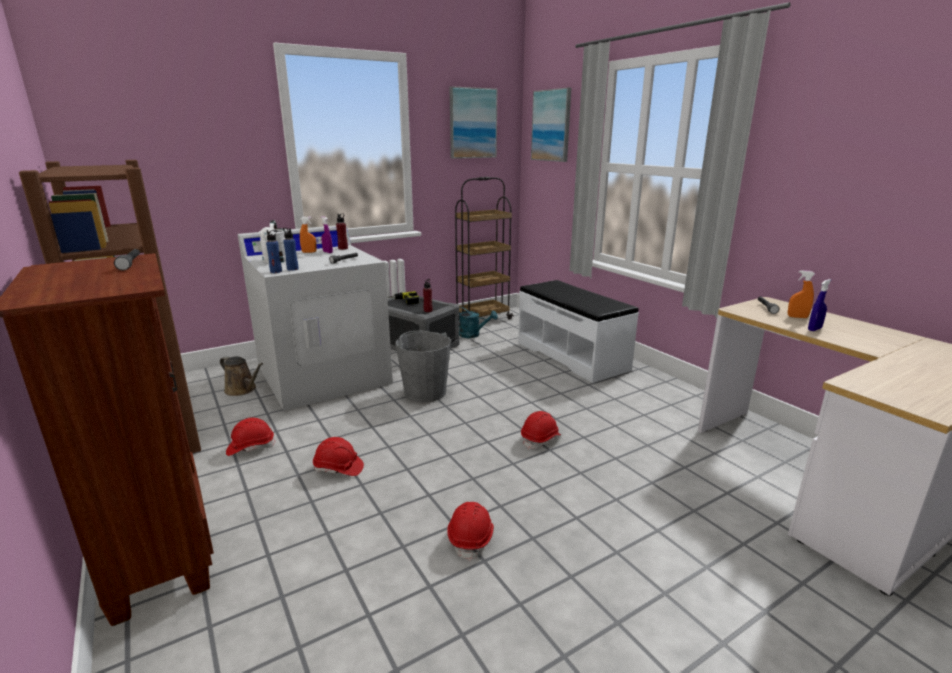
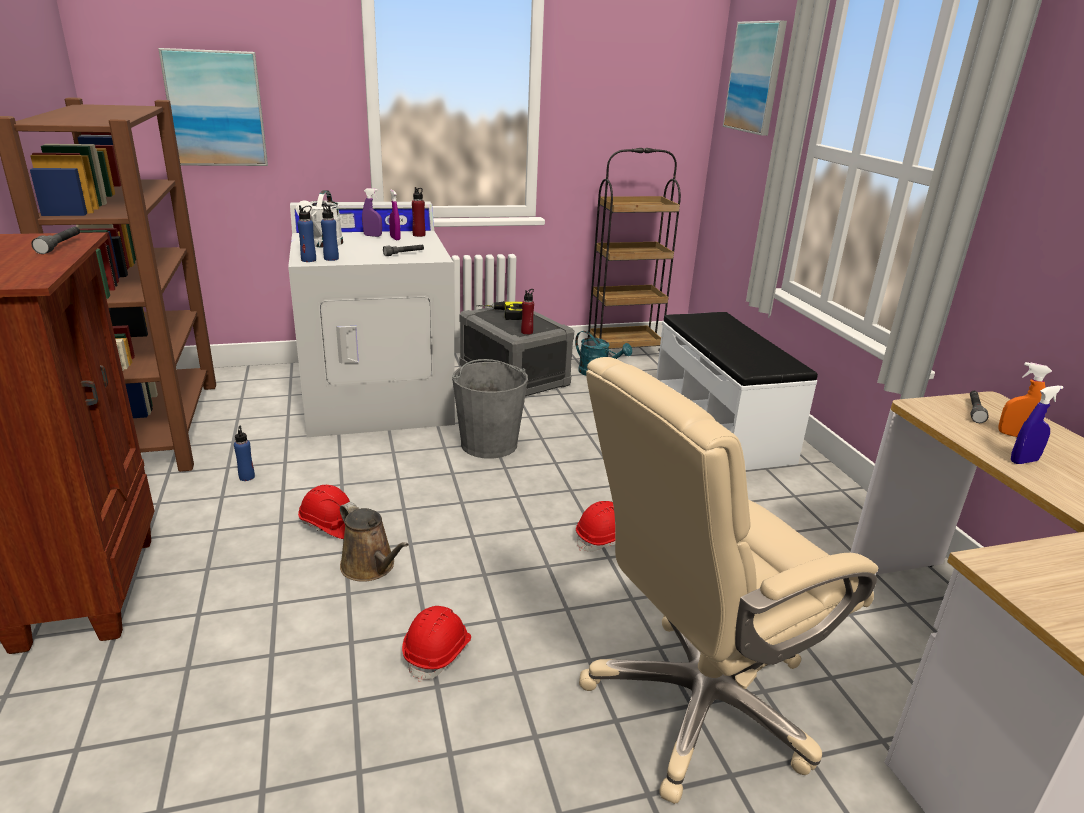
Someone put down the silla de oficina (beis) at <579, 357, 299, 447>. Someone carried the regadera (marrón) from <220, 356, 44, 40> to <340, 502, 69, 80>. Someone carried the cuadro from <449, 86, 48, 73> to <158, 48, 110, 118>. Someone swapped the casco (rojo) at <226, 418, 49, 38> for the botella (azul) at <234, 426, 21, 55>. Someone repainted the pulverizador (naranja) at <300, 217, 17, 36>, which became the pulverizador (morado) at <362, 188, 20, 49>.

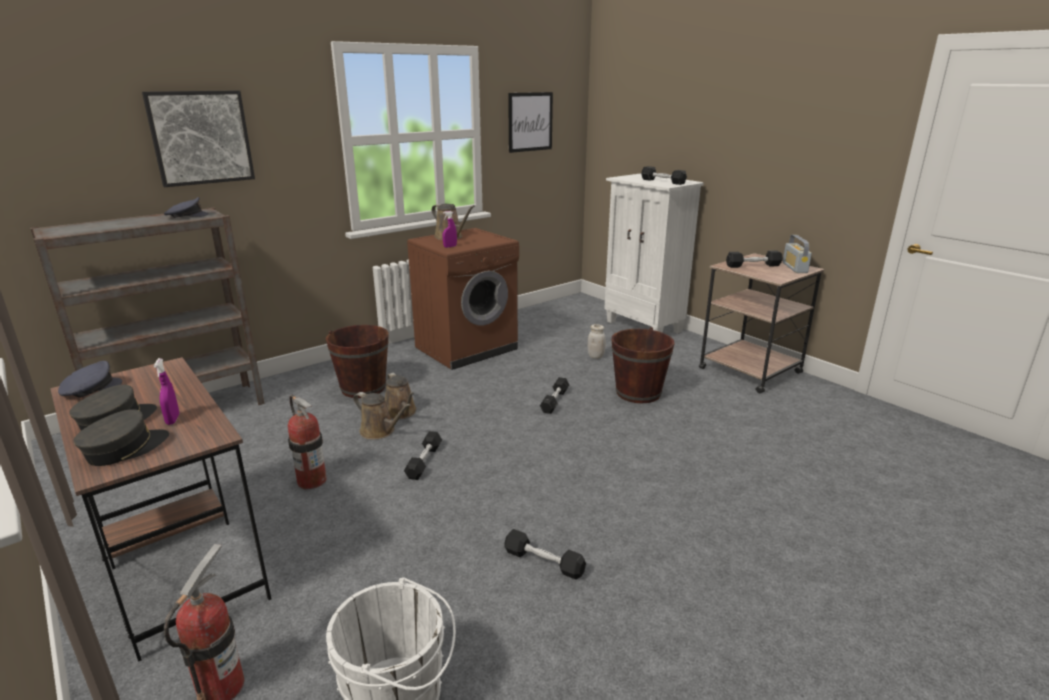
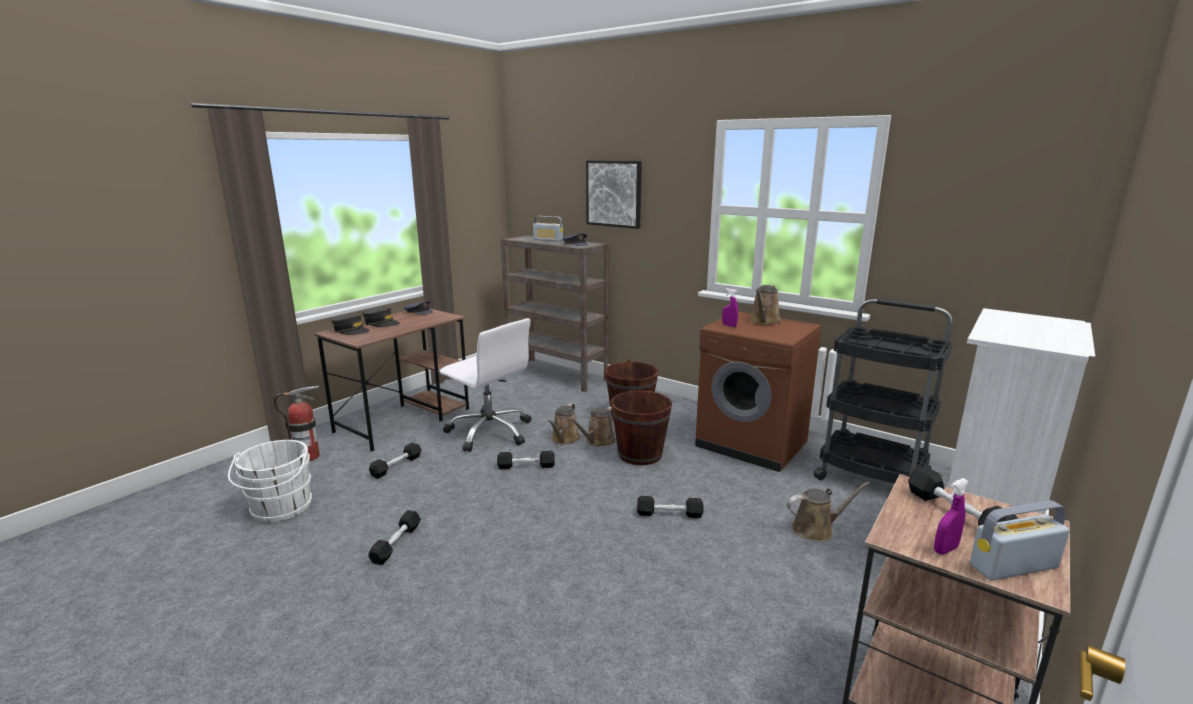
Someone took away the cuadro at <508, 92, 45, 61>. Someone put down the radio at <533, 216, 30, 26>. Someone put down the carrito (negro) at <814, 299, 139, 184>. Someone carried the pulverizador (morado) from <154, 358, 25, 67> to <934, 478, 35, 77>. Someone carried the cubo (marrón) from <612, 327, 62, 76> to <611, 391, 61, 74>. Someone carried the mancuerna (negro) from <641, 166, 46, 19> to <369, 442, 52, 37>. Someone swapped the extintor at <288, 395, 39, 94> for the silla de oficina (blanco) at <439, 318, 92, 134>. Someone swapped the tarro (blanco) at <588, 324, 18, 35> for the regadera (marrón) at <787, 482, 83, 60>.

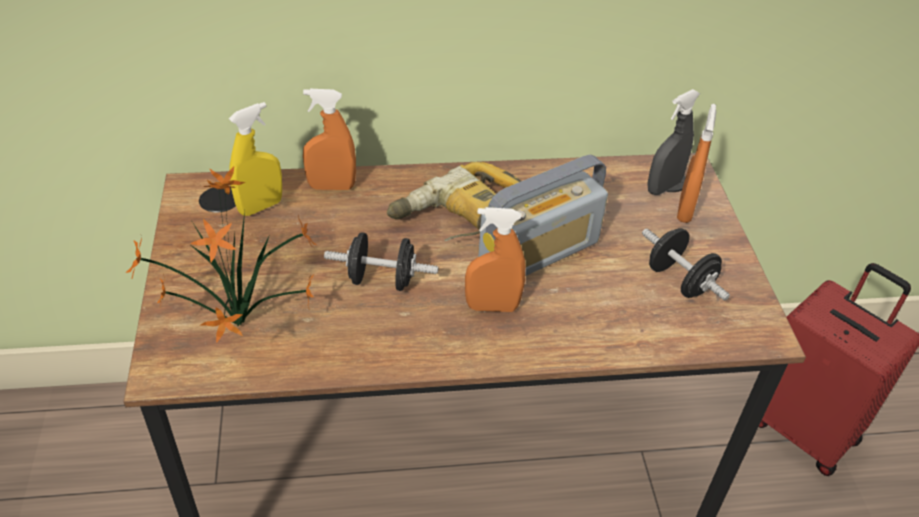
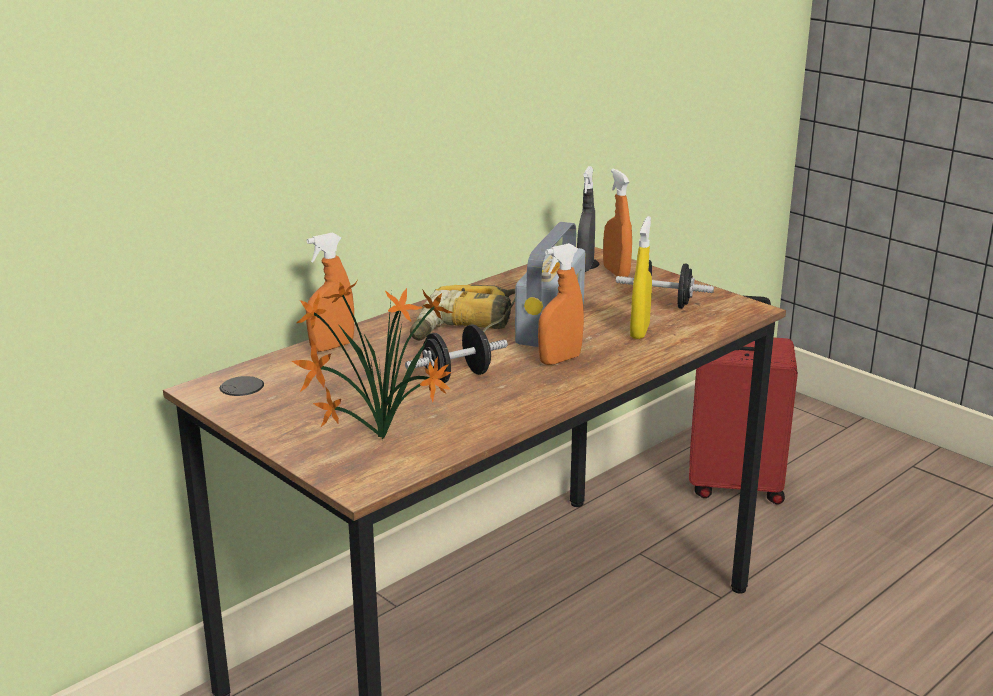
Someone carried the pulverizador (amarillo) from <229, 102, 53, 114> to <630, 216, 22, 123>.

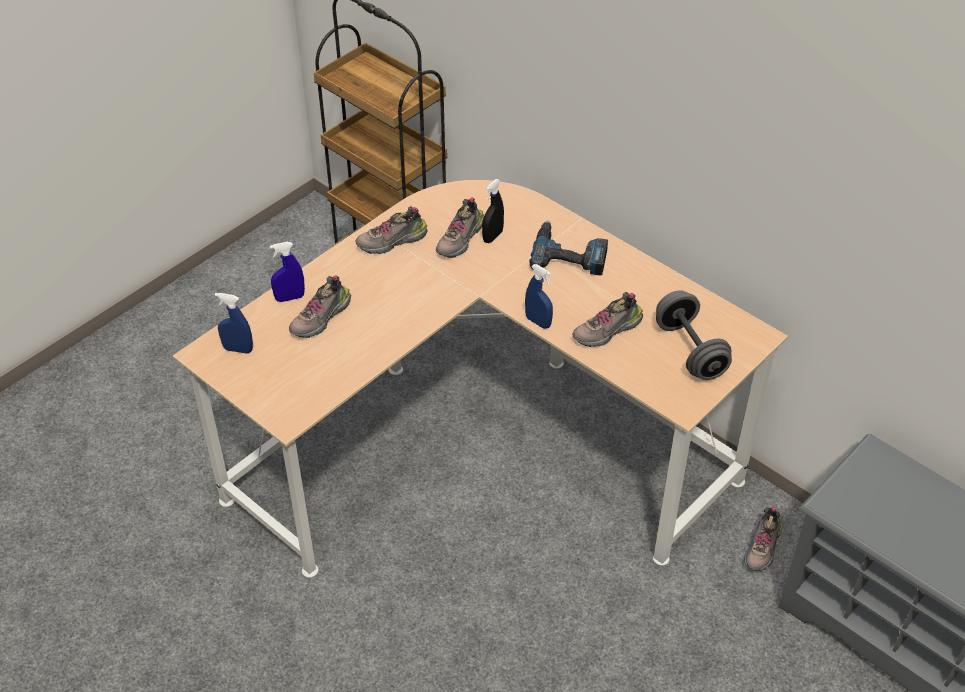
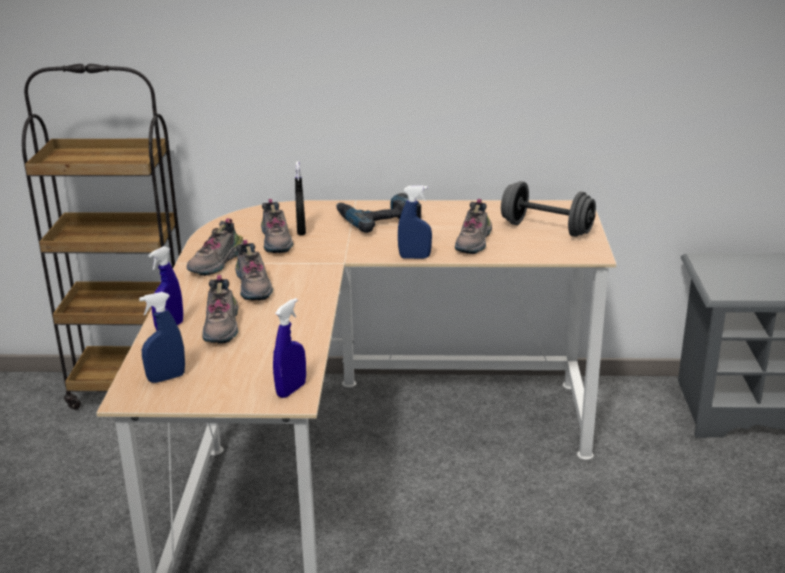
Someone put down the pulverizador (azul) at <273, 298, 33, 100>. Someone carried the zapato from <744, 506, 38, 65> to <235, 240, 38, 61>.

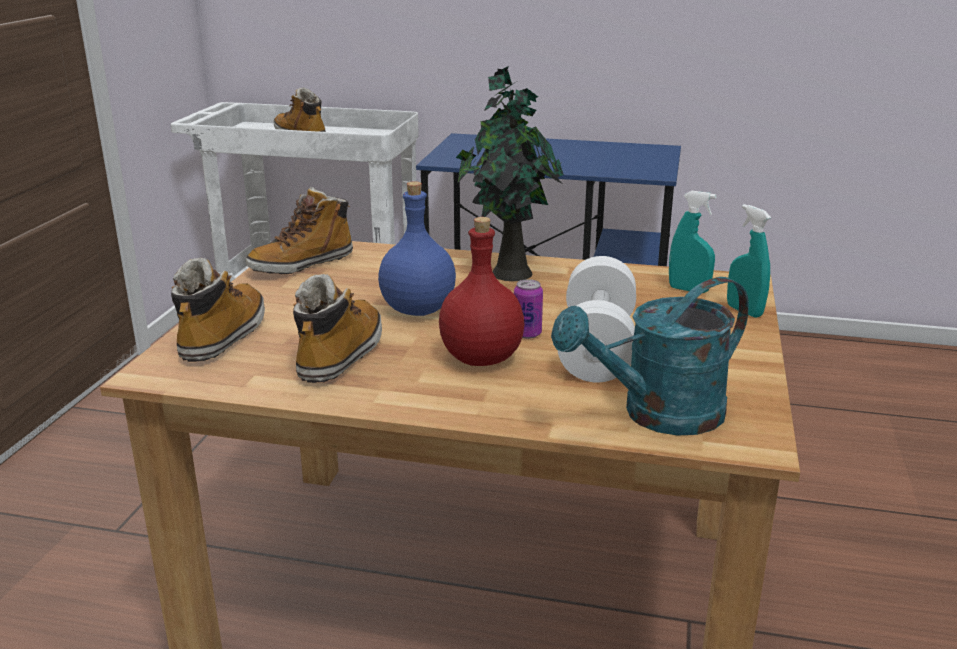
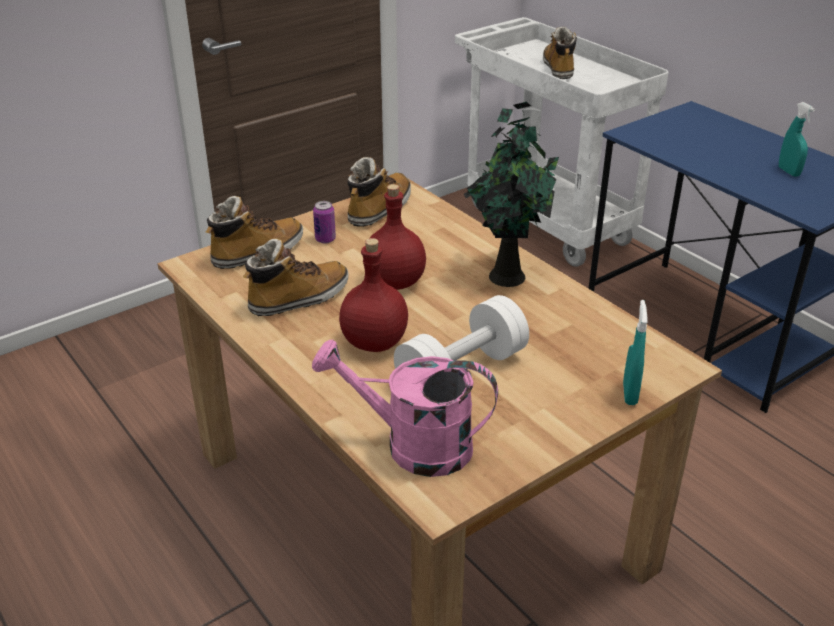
Someone carried the lata from <514, 279, 29, 60> to <313, 201, 23, 43>. Someone carried the pulverizador (turquesa) from <669, 191, 48, 102> to <779, 102, 36, 75>. Someone repainted the botella (azul) at <378, 181, 78, 135>, which became the botella (rojo) at <365, 184, 61, 106>. Someone repainted the regadera (turquesa) at <551, 277, 198, 159>, which became the regadera (rosa) at <312, 339, 186, 138>. Someone rotated the bota at <245, 187, 108, 87> by 120 degrees clockwise.

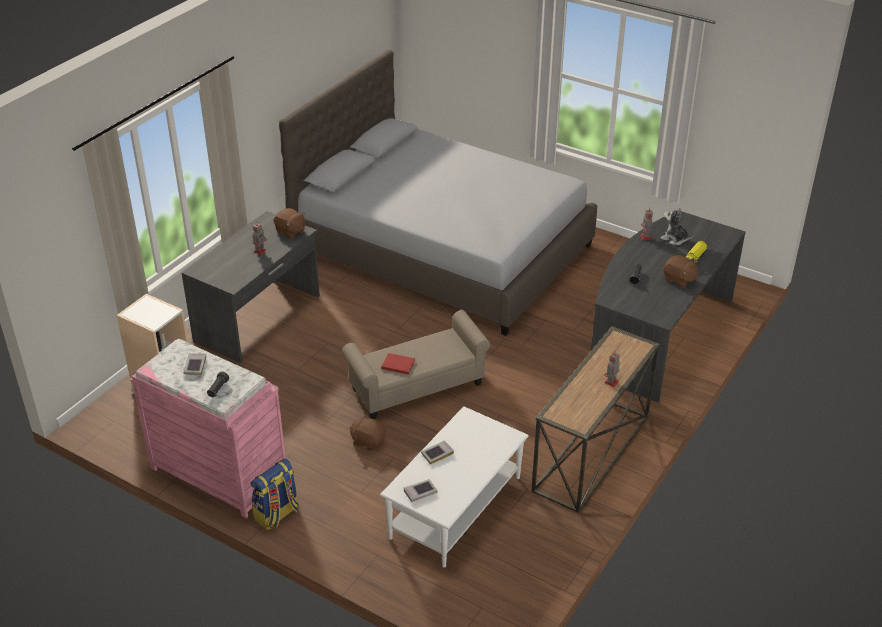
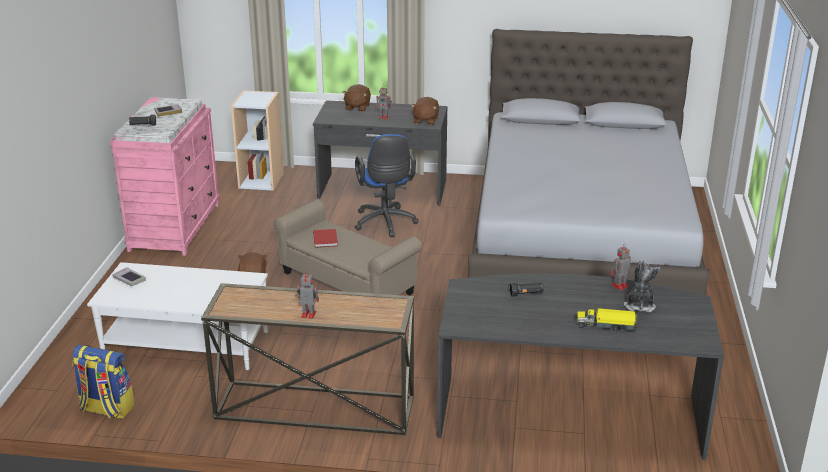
Someone took away the libro at <421, 441, 33, 24>. Someone put down the silla de oficina (azul) at <355, 134, 64, 103>. Someone carried the mochila from <251, 459, 48, 71> to <72, 345, 63, 74>. Someone carried the peluche (marrón) from <664, 255, 34, 33> to <342, 84, 29, 28>.

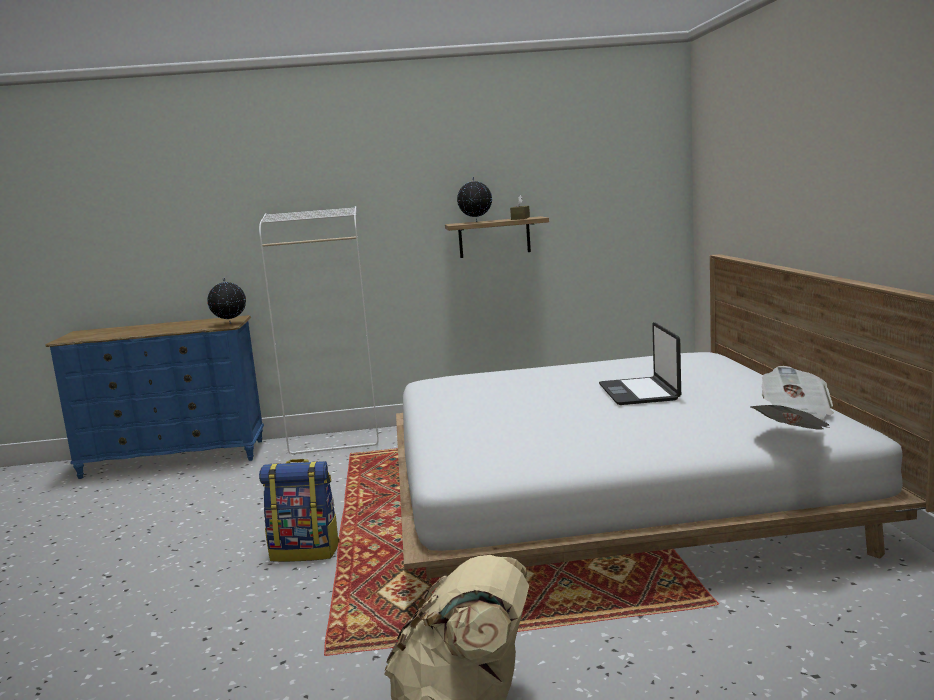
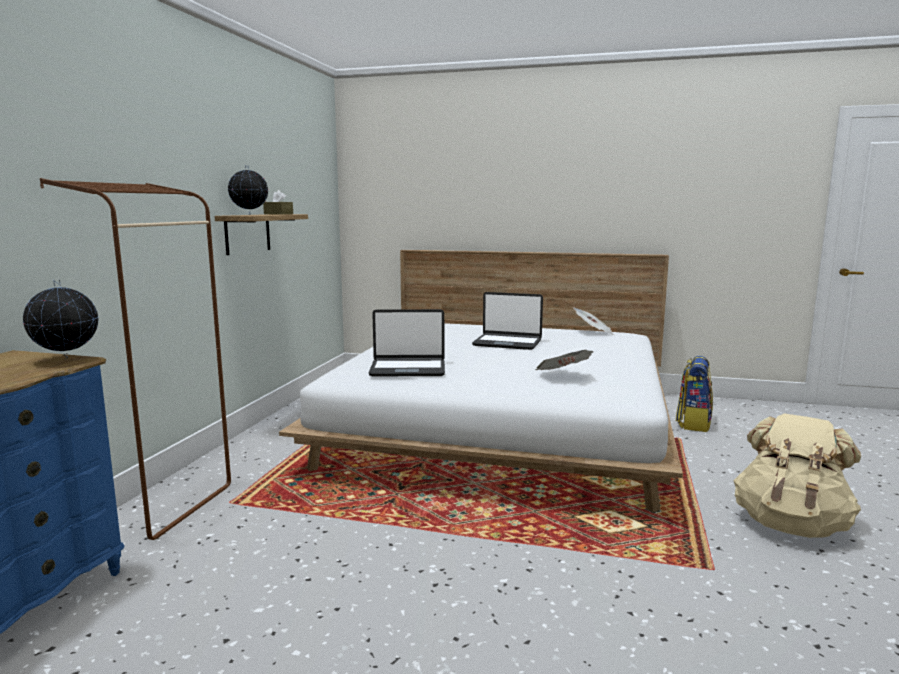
Someone put down the portátil at <369, 309, 76, 68>. Someone carried the mochila from <259, 459, 81, 103> to <676, 356, 37, 76>. Someone carried the periódico from <751, 405, 78, 25> to <535, 350, 58, 20>. Someone repainted the perchero (blanco) at <259, 206, 120, 248>, which became the perchero (marrón) at <40, 178, 191, 362>.

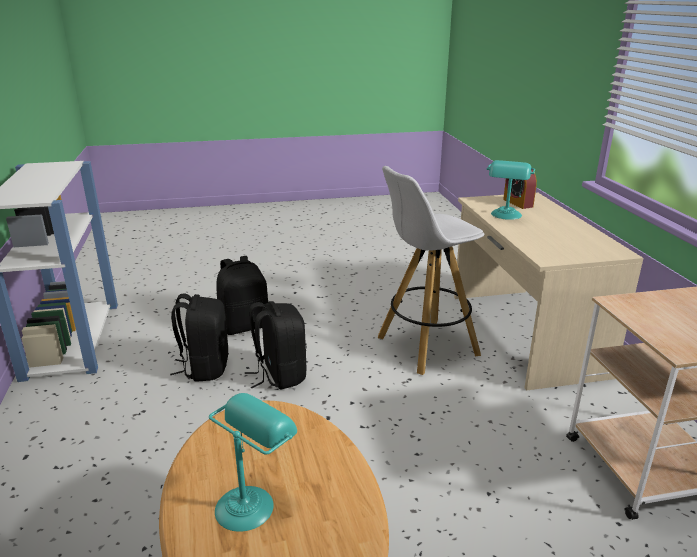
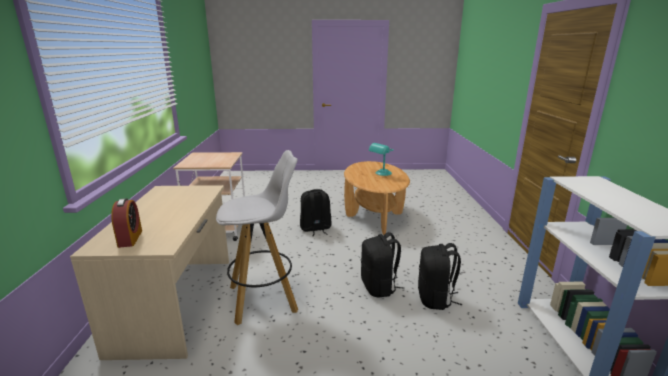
Someone took away the lámpara de mesa (turquesa) at <486, 160, 49, 60>. Someone carried the mochila (negro) from <216, 256, 52, 79> to <300, 189, 31, 47>.

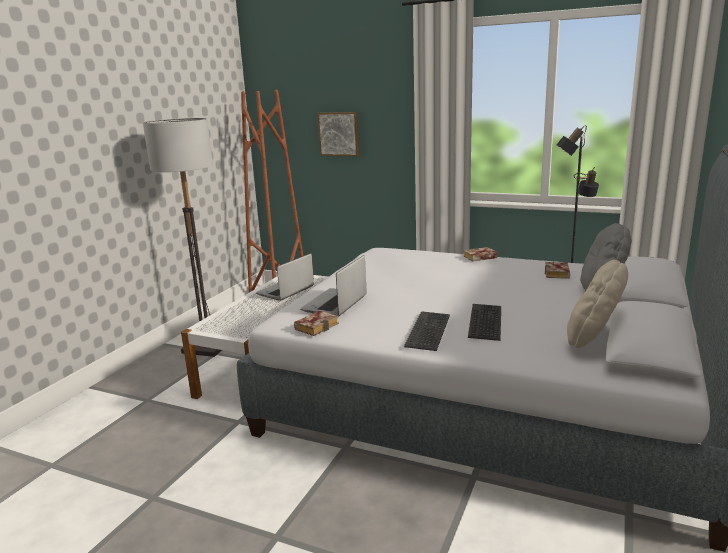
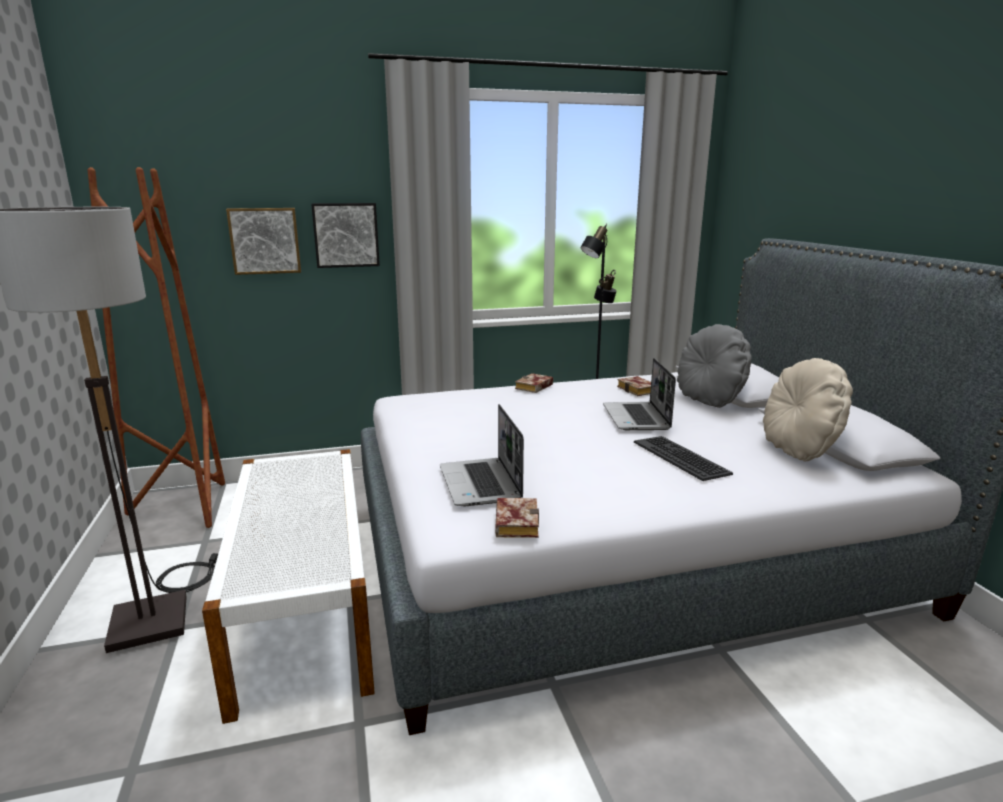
Someone took away the teclado at <404, 311, 46, 40>. Someone put up the cuadro at <311, 203, 69, 65>. Someone carried the portátil from <256, 254, 58, 47> to <603, 358, 73, 72>.

